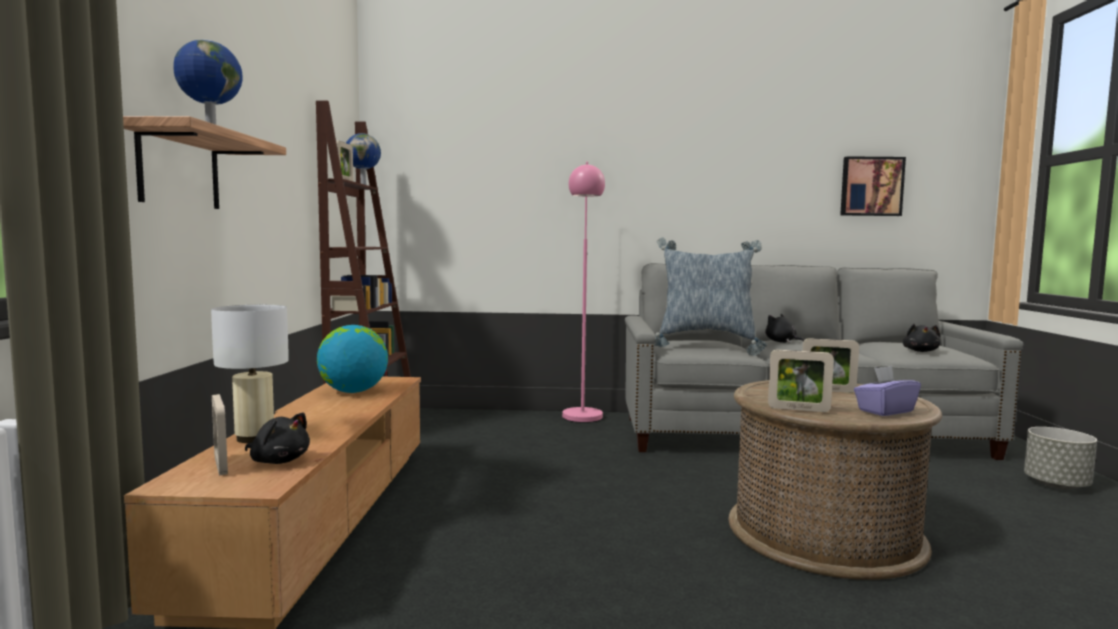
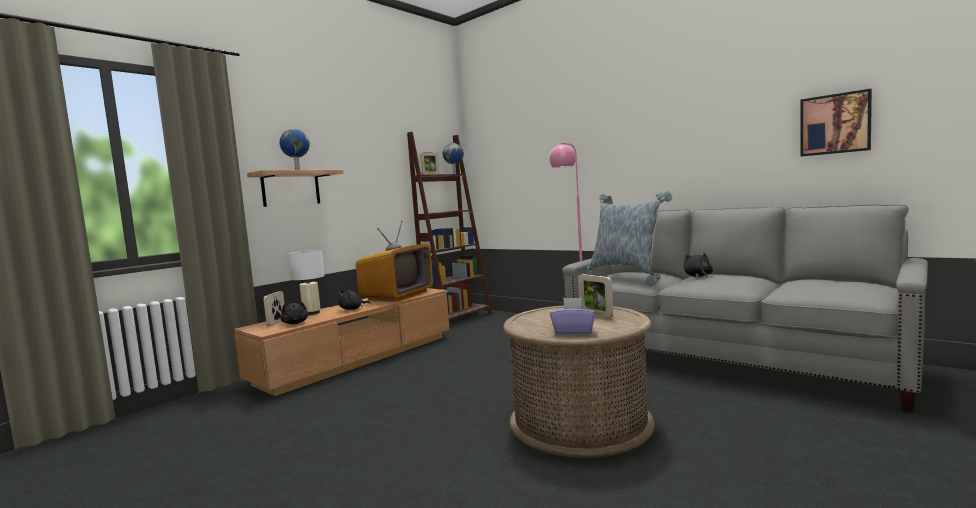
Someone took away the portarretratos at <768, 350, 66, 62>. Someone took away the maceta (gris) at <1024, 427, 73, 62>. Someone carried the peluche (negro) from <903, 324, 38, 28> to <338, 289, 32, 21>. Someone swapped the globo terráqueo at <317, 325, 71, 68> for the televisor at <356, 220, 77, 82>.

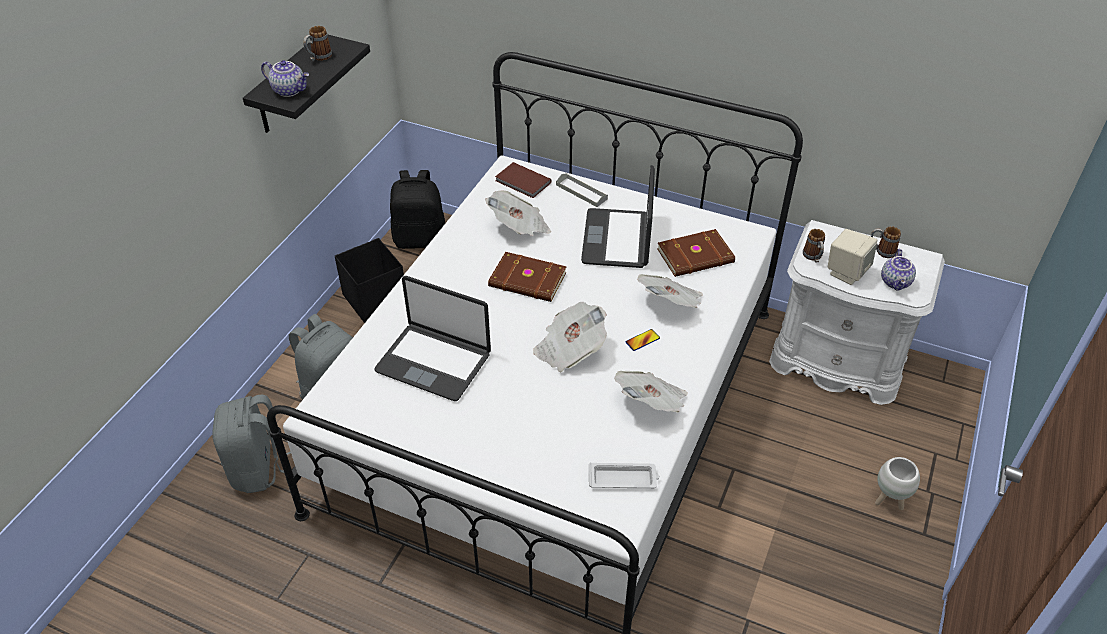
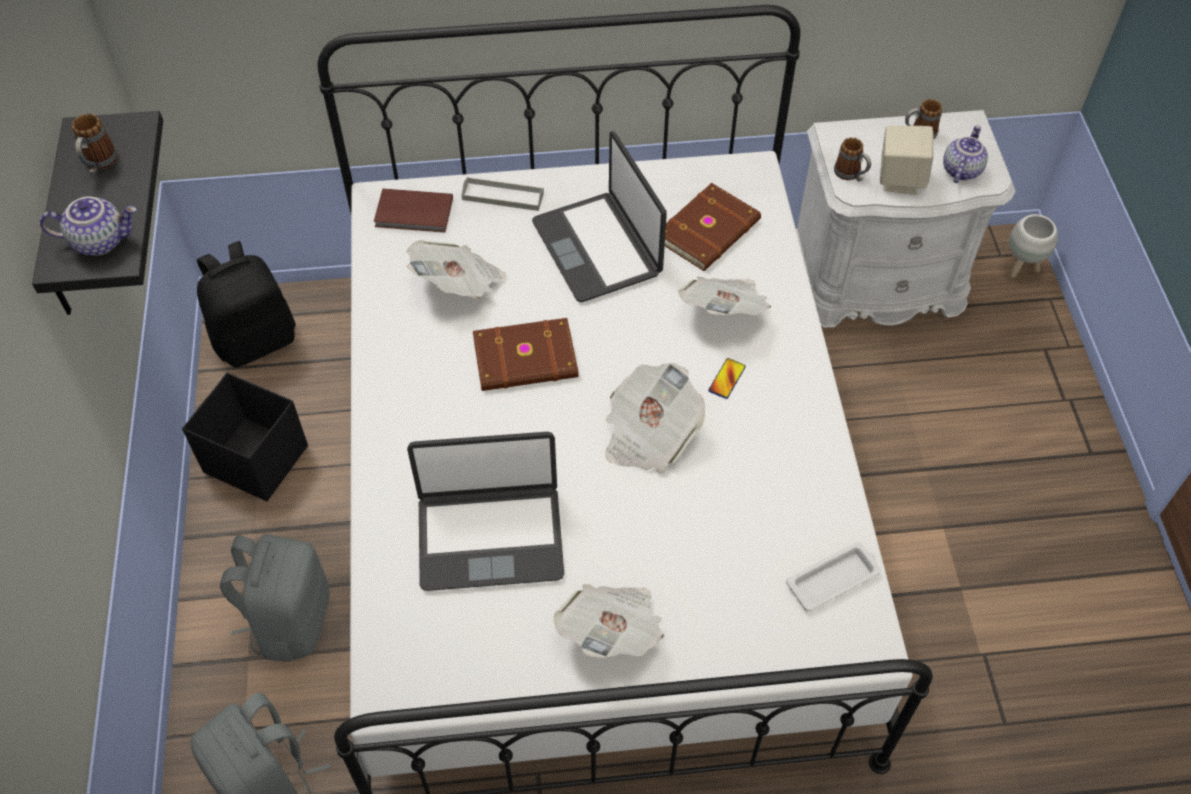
Someone carried the periódico from <614, 371, 74, 41> to <554, 584, 110, 74>. Someone carried the maceta (blanco) from <875, 457, 45, 53> to <1009, 214, 49, 64>. Someone rotated the tetera at <881, 249, 35, 42> by 135 degrees counterclockwise.

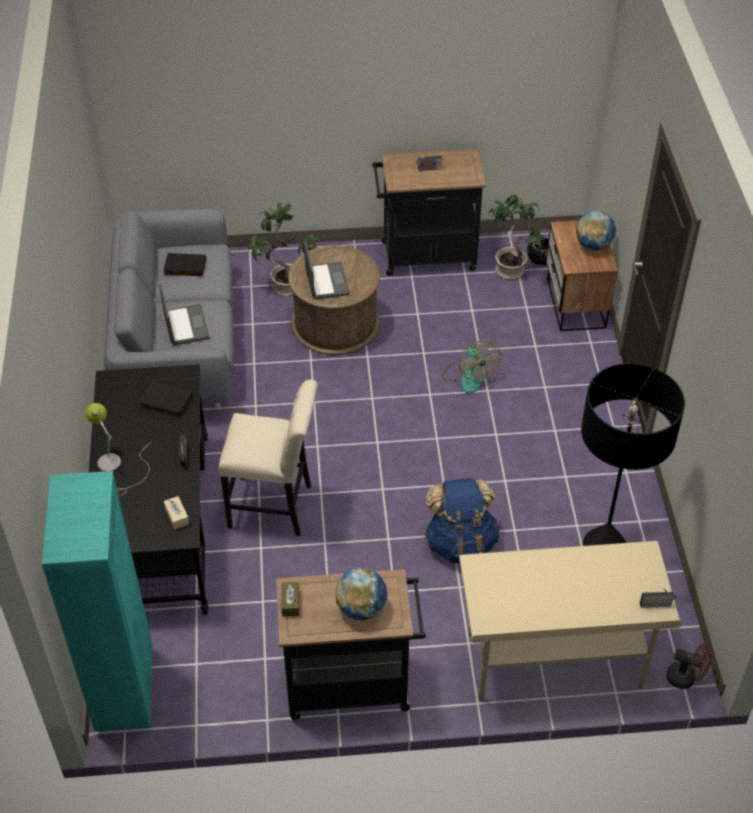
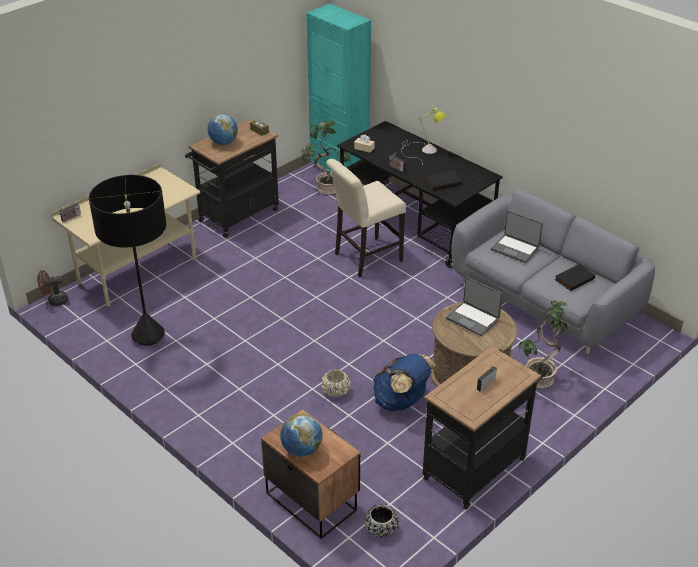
Someone carried the mochila (azul) from <424, 478, 76, 86> to <373, 354, 64, 58>. Someone carried the planta en maceta from <488, 194, 56, 85> to <301, 120, 49, 75>. Someone swapped the ventilador at <442, 341, 59, 53> for the maceta (beis) at <321, 369, 30, 28>.

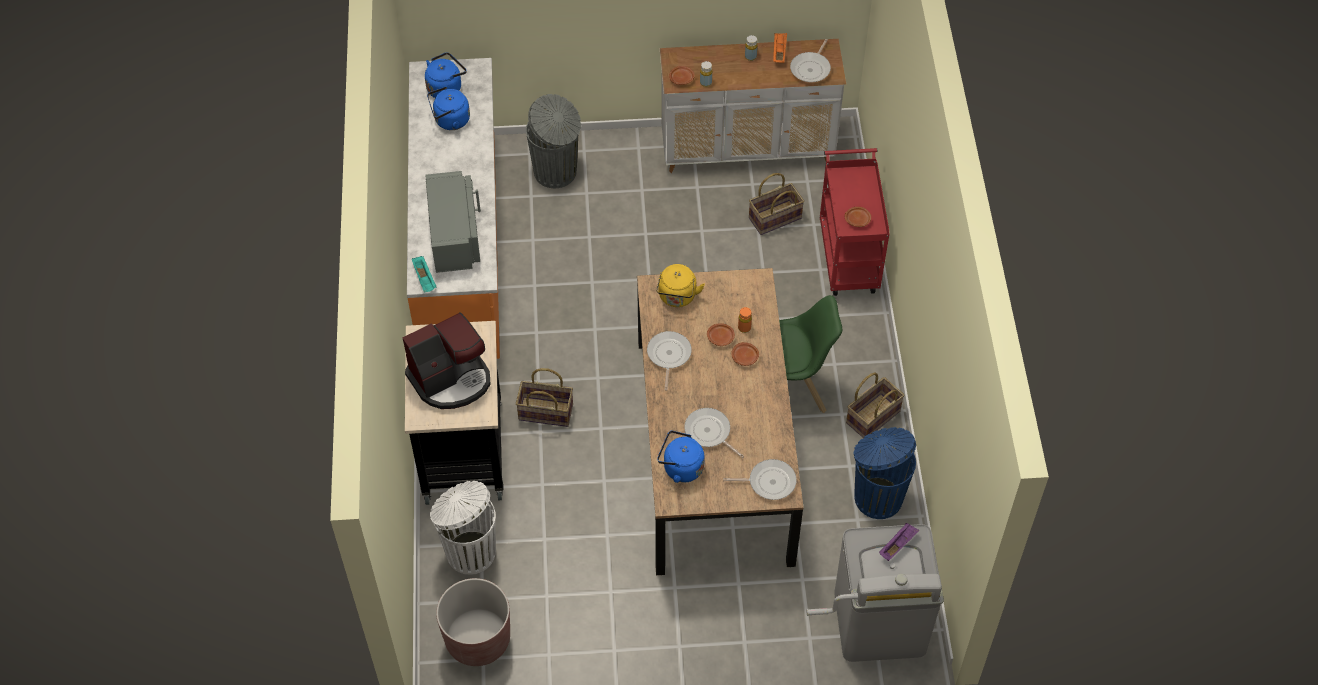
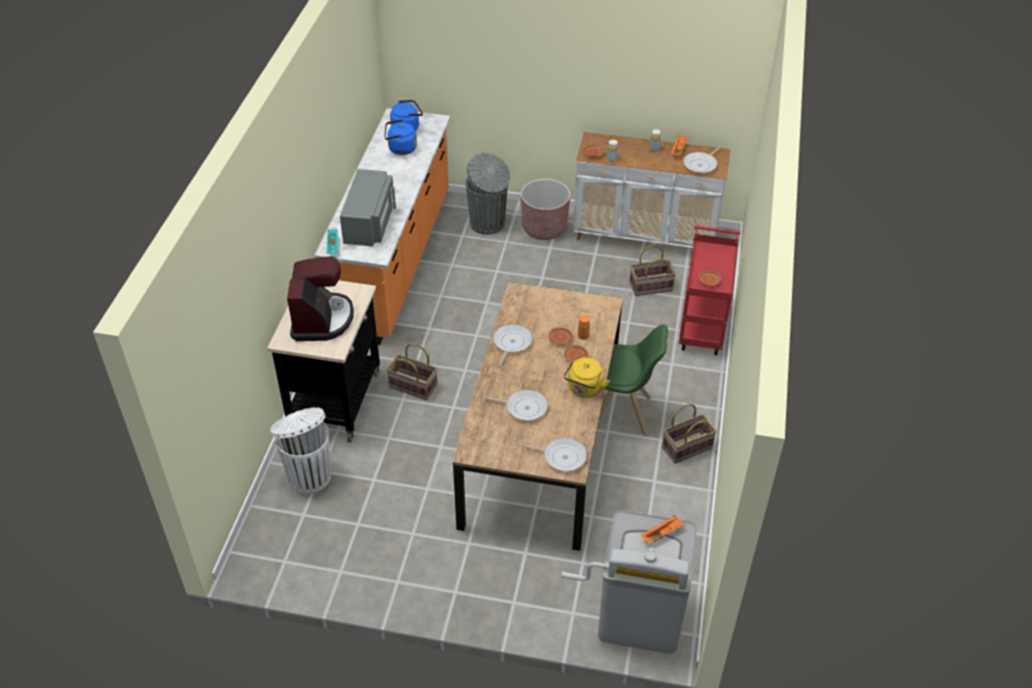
Someone took away the hervidor (azul) at <657, 431, 48, 52>. Someone took away the papelera (azul) at <854, 427, 62, 92>. Someone carried the maceta (marrón) from <436, 578, 74, 88> to <521, 179, 49, 61>. Someone carried the hervidor (amarillo) from <656, 264, 49, 43> to <564, 358, 46, 40>. Someone repainted the bandeja (morado) at <879, 523, 40, 38>, which became the bandeja (naranja) at <641, 515, 44, 29>. Someone rotated the cafetera at <402, 312, 89, 97> by 75 degrees counterclockwise. Someone rotated the sartén at <684, 408, 60, 50> by 135 degrees clockwise.

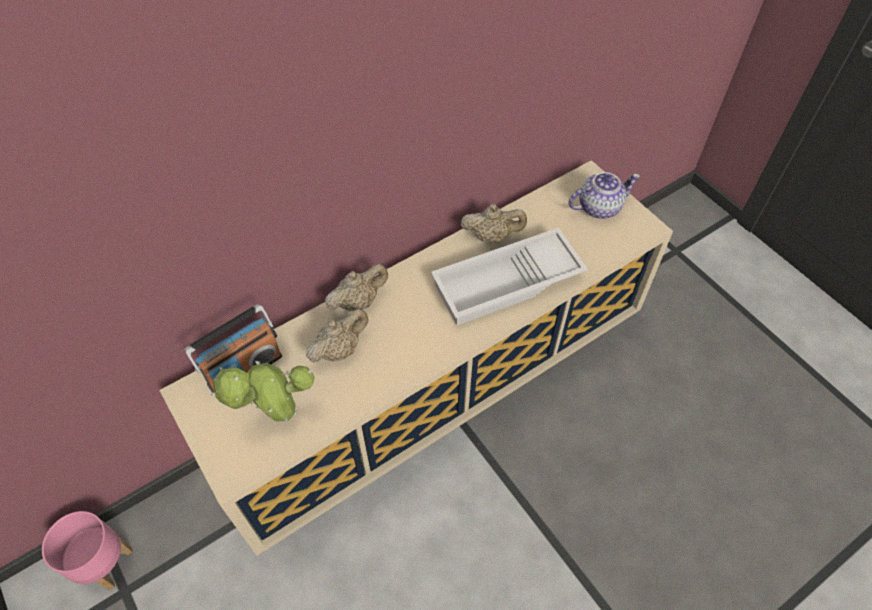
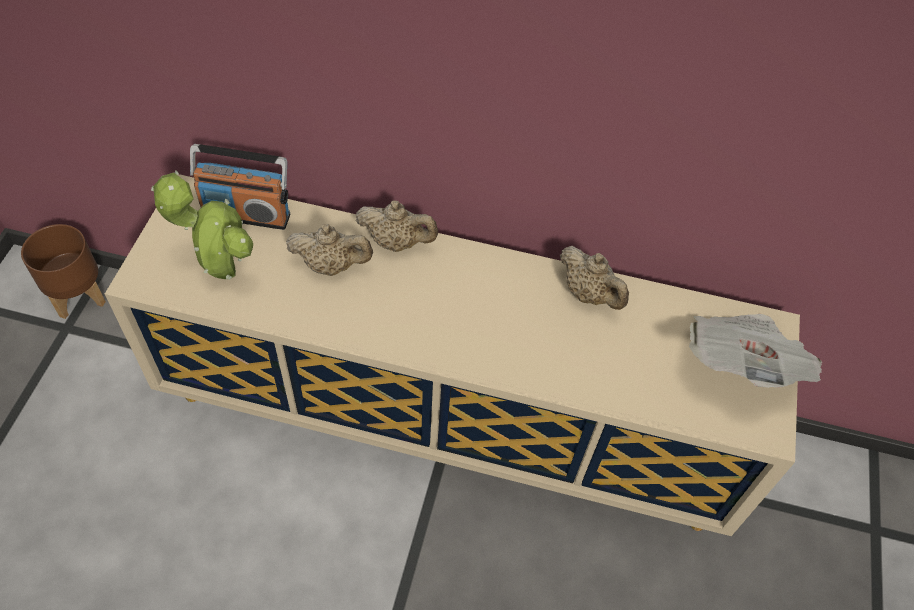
Someone took away the bandeja (blanco) at <431, 228, 157, 97>. Someone swapped the tetera at <569, 172, 71, 47> for the periódico at <689, 313, 134, 75>. Someone repainted the maceta (rosa) at <42, 511, 91, 79>, which became the maceta (marrón) at <21, 224, 85, 95>.

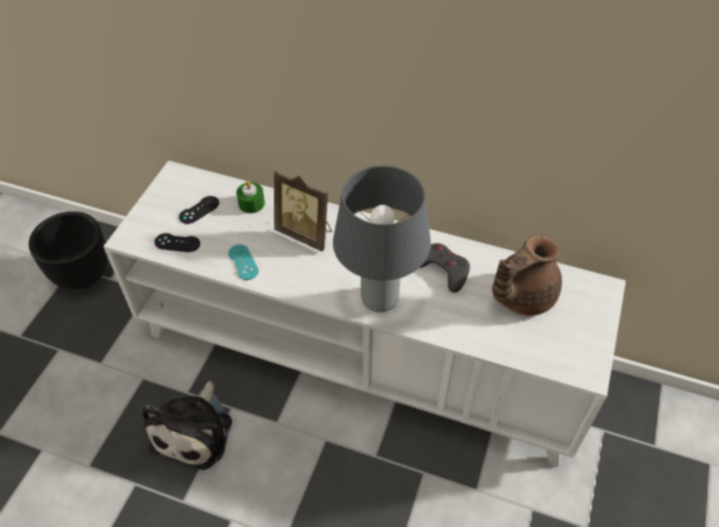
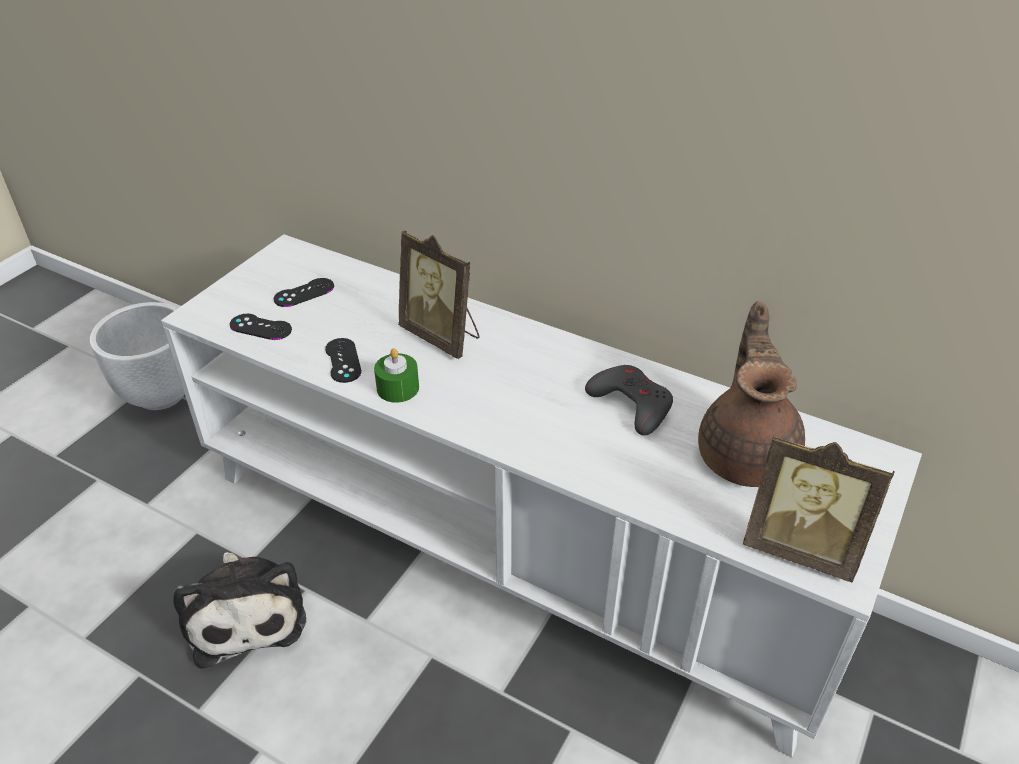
Someone took away the lámpara de mesa (gris) at <333, 165, 98, 147>. Someone put down the portarretratos at <743, 434, 151, 148>. Someone carried the vela (verde) from <236, 181, 29, 32> to <374, 348, 45, 55>. Someone repainted the maceta (negro) at <29, 211, 79, 79>, which became the maceta (blanco) at <90, 302, 94, 108>. Someone repainted the mando de consola (turquesa) at <228, 245, 31, 35>, which became the mando de consola (negro) at <325, 338, 36, 45>. Someone rotated the peluche at <142, 381, 90, 89> by 45 degrees counterclockwise. Someone rotated the tetera (marrón) at <492, 234, 70, 82> by 120 degrees clockwise.

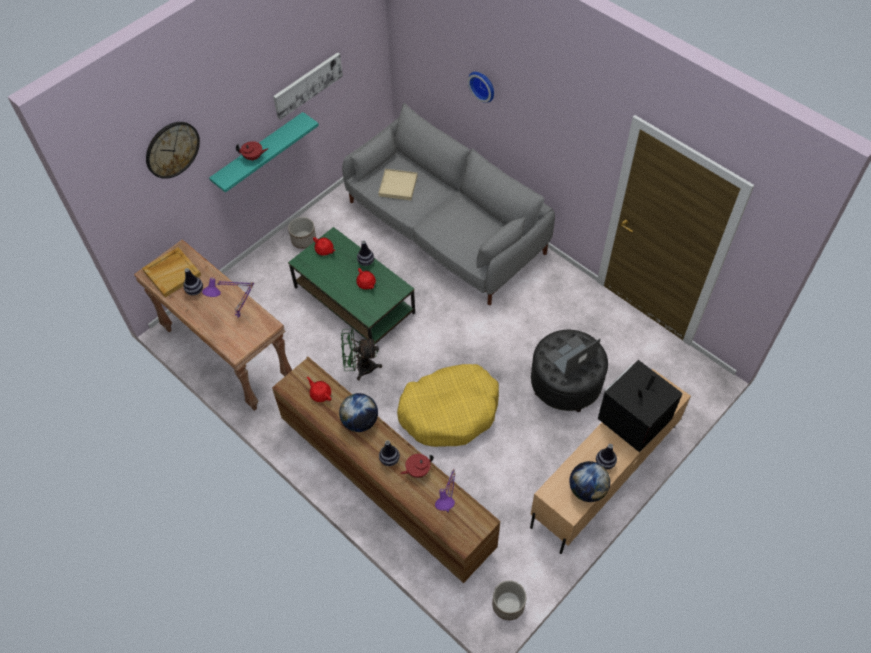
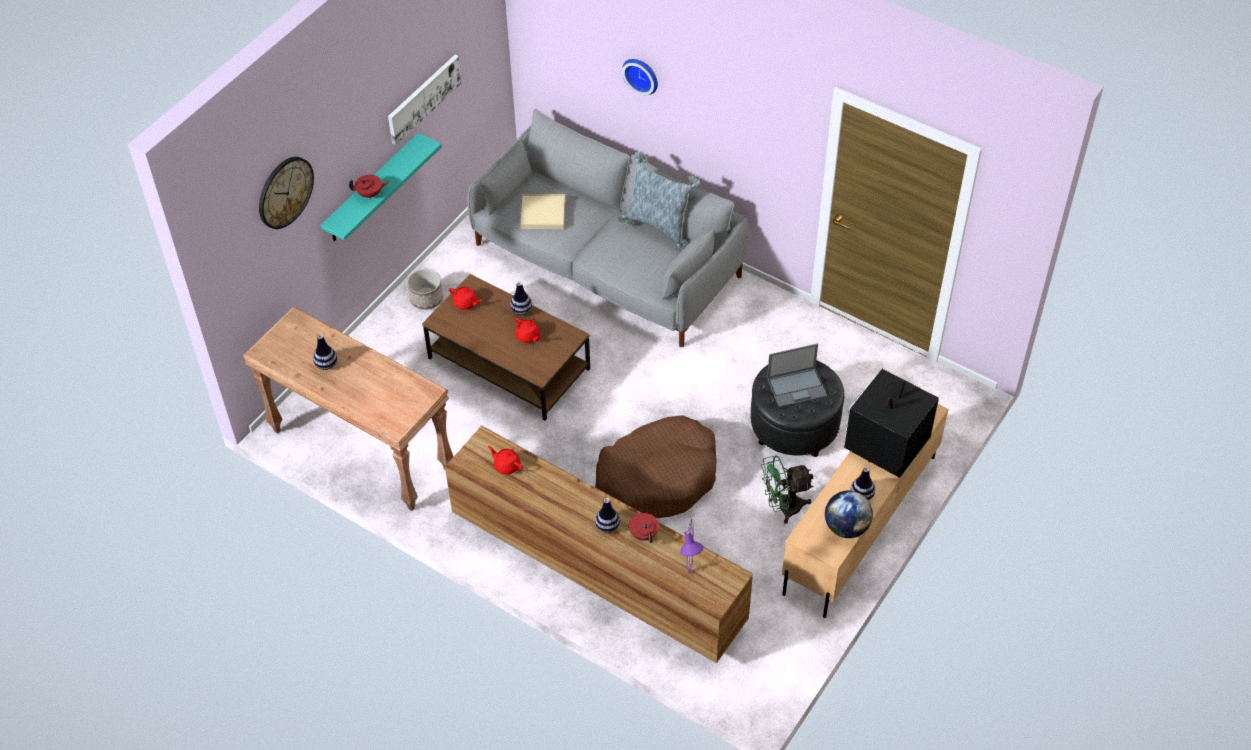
Someone took away the bandeja (beis) at <142, 247, 59, 50>. Someone took away the lámpara de mesa (morado) at <202, 278, 53, 41>. Someone took away the globo terráqueo at <339, 393, 39, 39>. Someone took away the maceta at <492, 580, 34, 40>. Someone put down the cojín at <617, 152, 84, 101>. Someone carried the ventilador (verde) from <341, 329, 41, 51> to <761, 455, 52, 69>. Someone repainted the mesa de centro (verde) at <288, 227, 127, 116>, which became the mesa de centro (marrón) at <422, 274, 168, 147>. Someone repainted the cama para perro (amarillo) at <397, 364, 102, 83>, which became the cama para perro (marrón) at <595, 415, 122, 104>. Someone rotated the tetera (rojo) at <400, 454, 34, 24> by 105 degrees clockwise. Someone rotated the portátil at <545, 335, 55, 42> by 150 degrees counterclockwise.

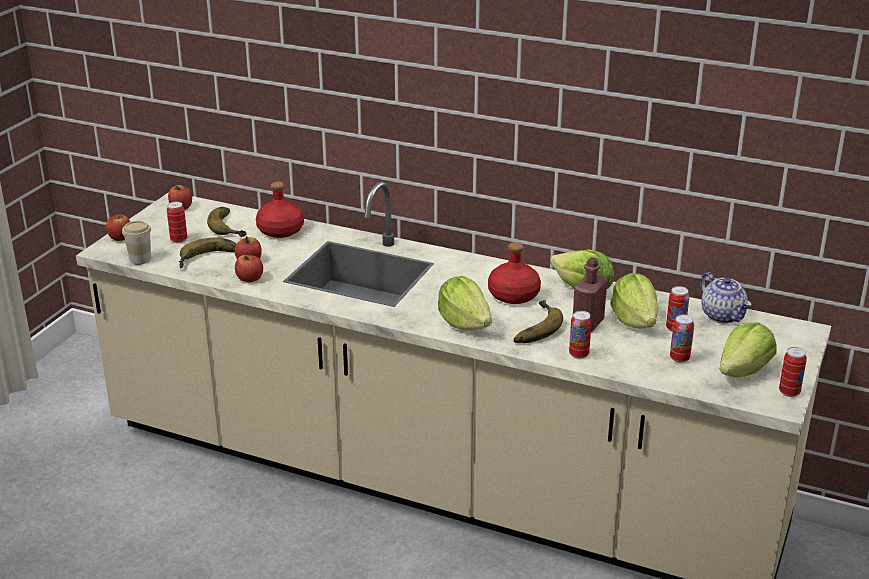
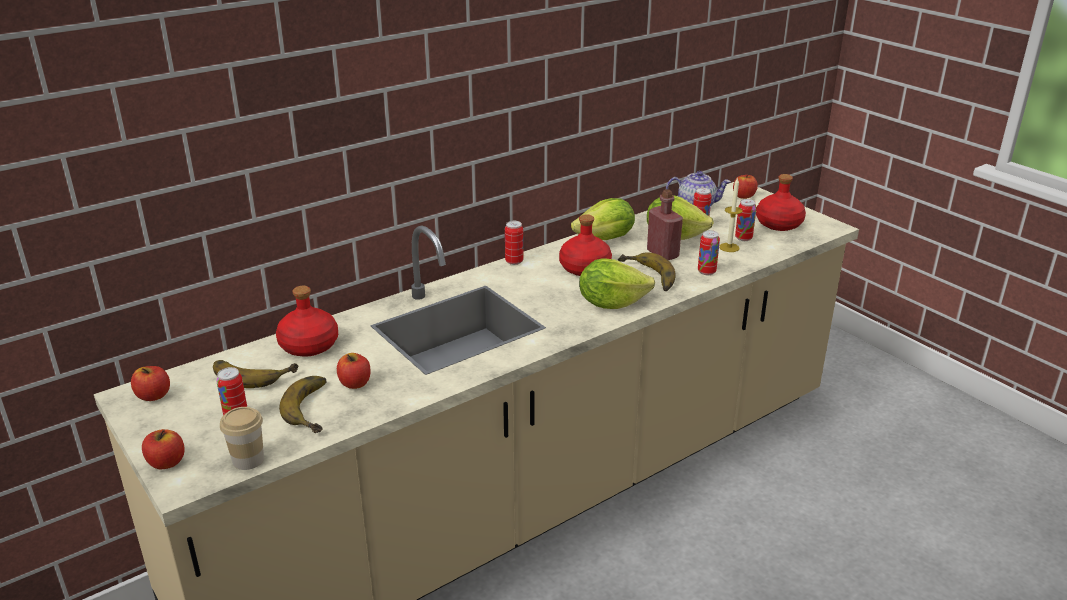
Someone put down the vela at <719, 177, 24, 75>. Someone carried the manzana from <235, 255, 28, 27> to <733, 175, 25, 24>. Someone carried the lata from <779, 347, 28, 50> to <505, 221, 18, 44>. Someone swapped the lechuga at <720, 322, 57, 56> for the botella (rojo) at <756, 174, 50, 57>.

